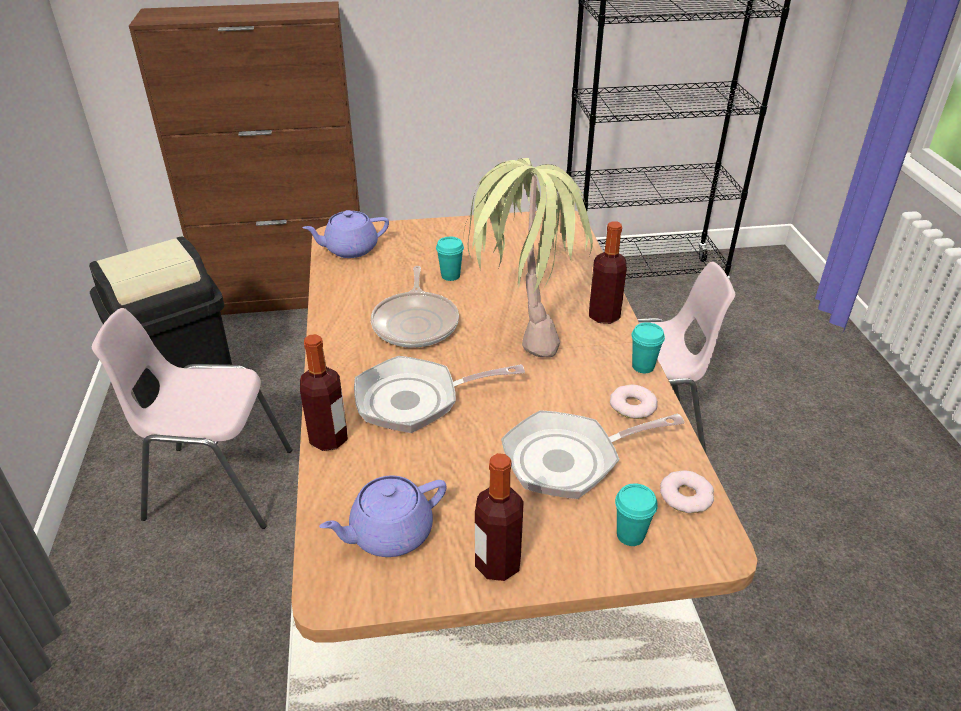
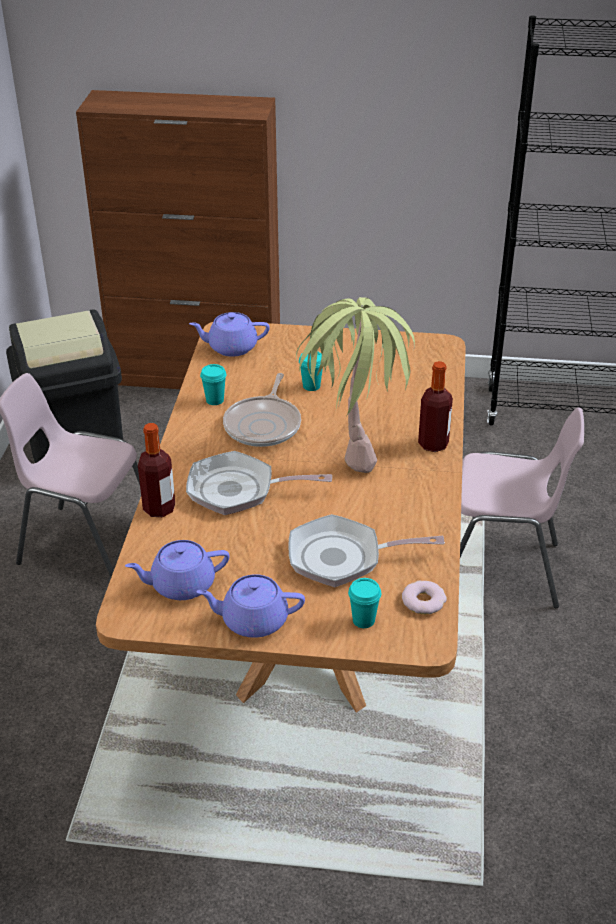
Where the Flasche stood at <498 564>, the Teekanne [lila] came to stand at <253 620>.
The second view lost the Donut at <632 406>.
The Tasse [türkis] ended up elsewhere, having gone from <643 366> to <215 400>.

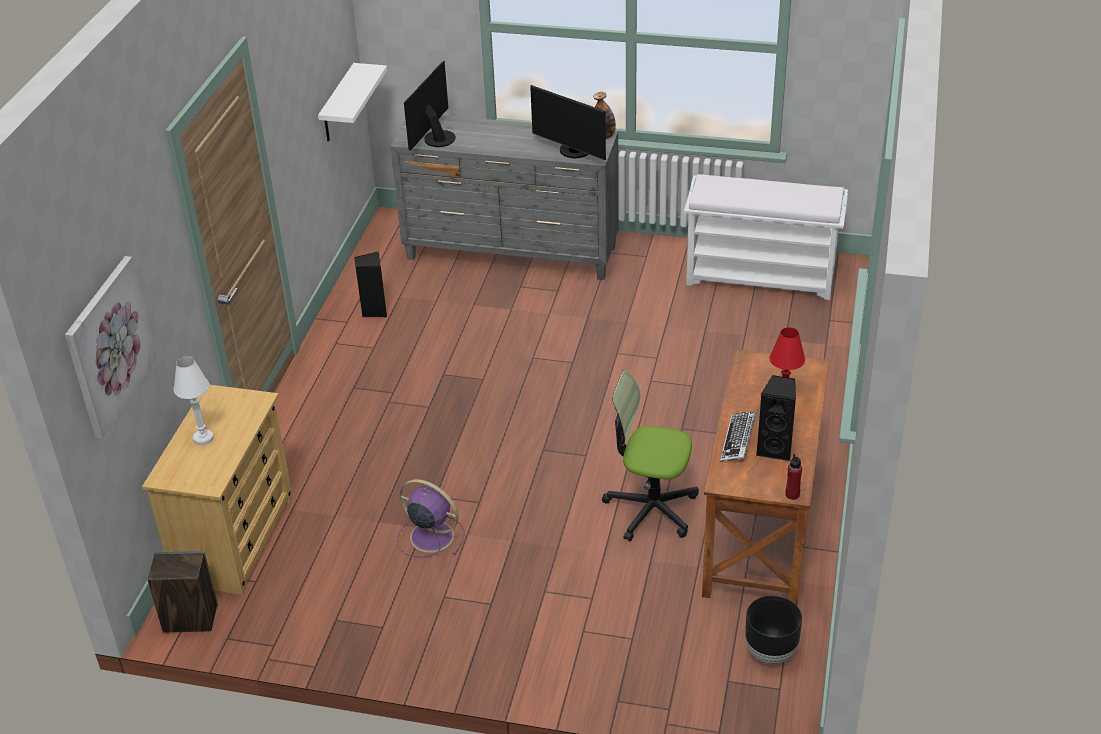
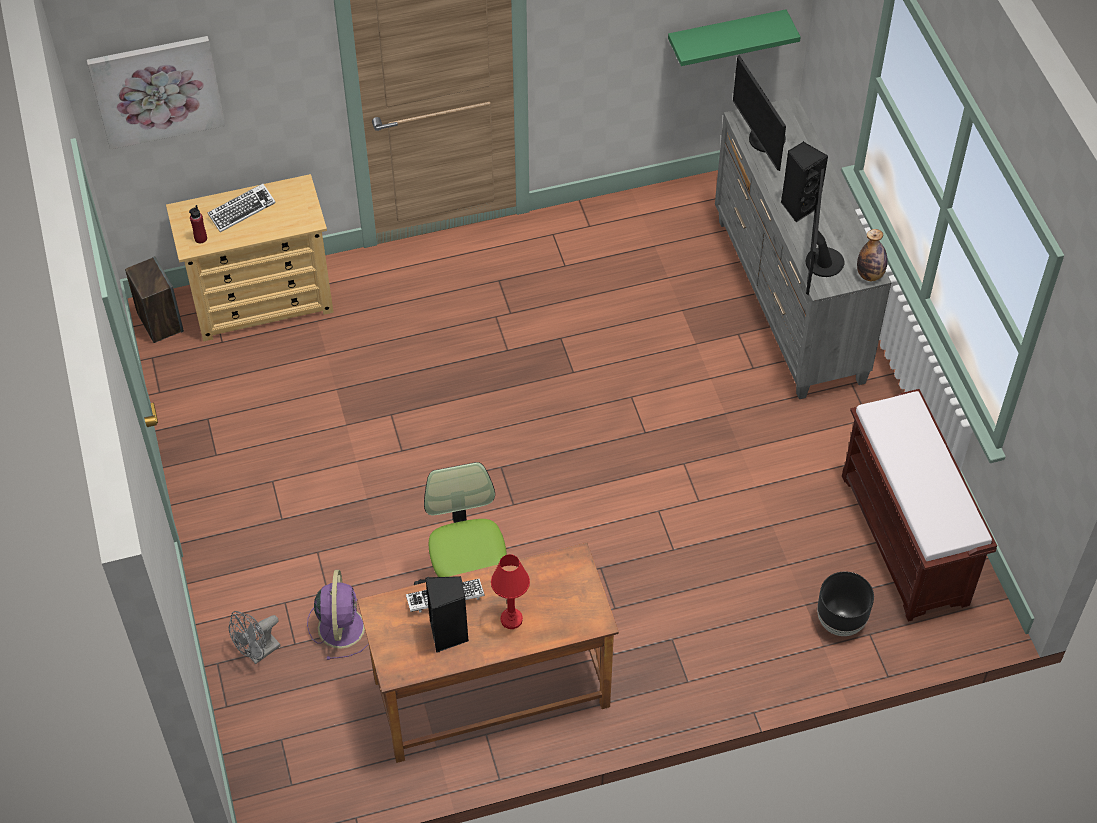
Where the Tischlampe [weiß] stood at <203 438>, the Tastatur came to stand at <242 210>.
What was the Wandregal [weiß] at <338 104> turned into the Wandregal [grün] at <726 37>.
The Lautsprecher [schwarz] ended up elsewhere, having gone from <374 311> to <798 206>.
The Ventilator [lila] ended up elsewhere, having gone from <430 536> to <341 625>.
The Monitor at <436 138> ended up facing another way, 105 degrees counterclockwise from before.
What was the Bank [weiß] at <762 277> turned into the Bank [braun] at <906 540>.
The Pflanzkübel [schwarz] ended up elsewhere, having gone from <771 653> to <840 622>.
The Flasche [rot] ended up elsewhere, having gone from <792 495> to <200 238>.
The second view gained the Ventilator [grau] at <258 653>.

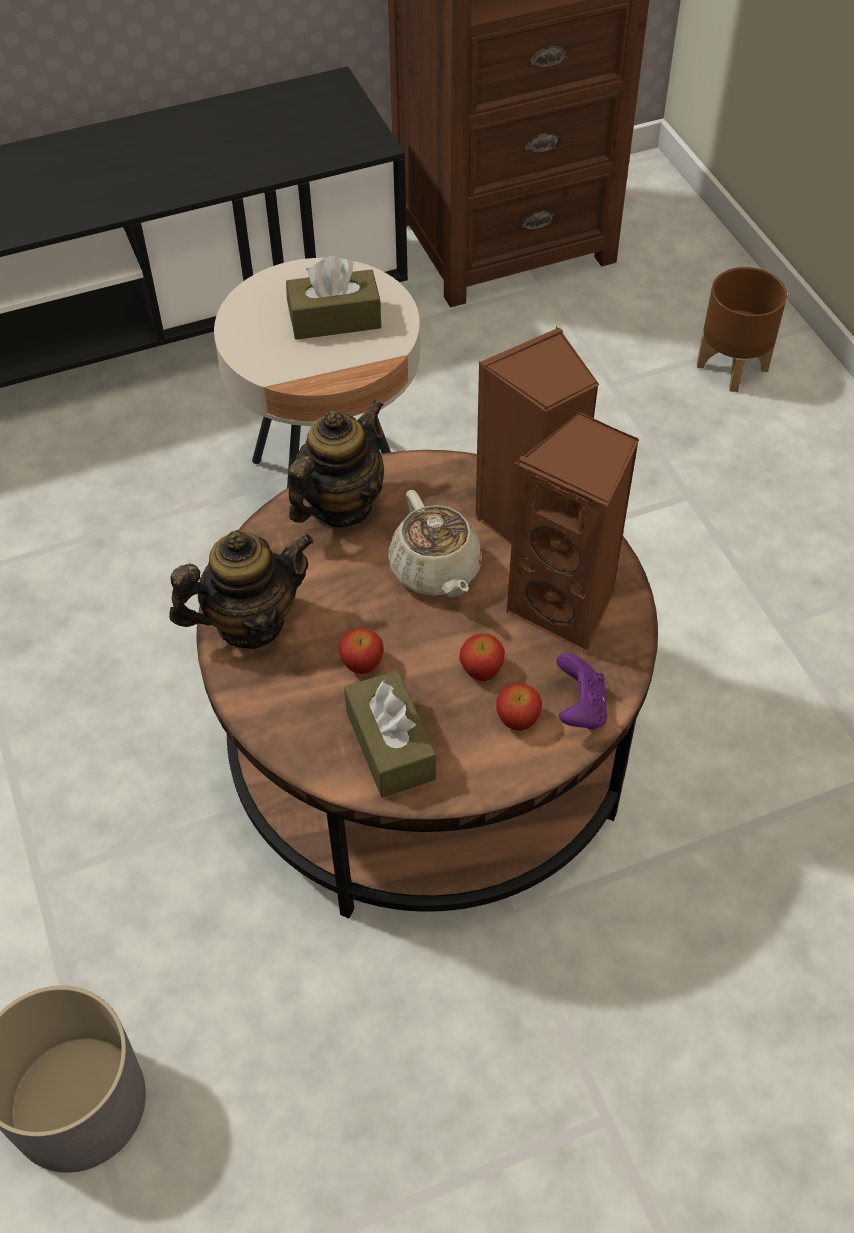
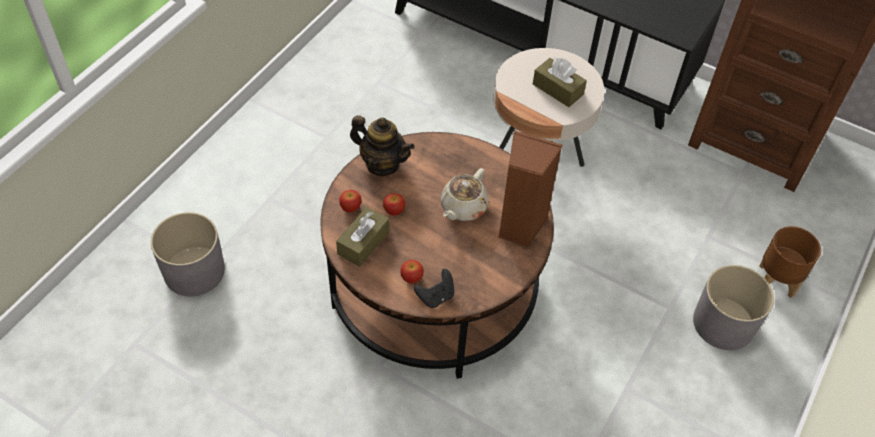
The second view lost the Teekanne at <340 505>.
The Apfel ended up elsewhere, having gone from <481 670> to <350 207>.
The second view lost the Lautsprecher [braun] at <567 607>.
What was the Gamepad [lila] at <580 708> turned into the Gamepad [schwarz] at <436 296>.
The second view gained the Pflanzkübel [grau] at <724 323>.

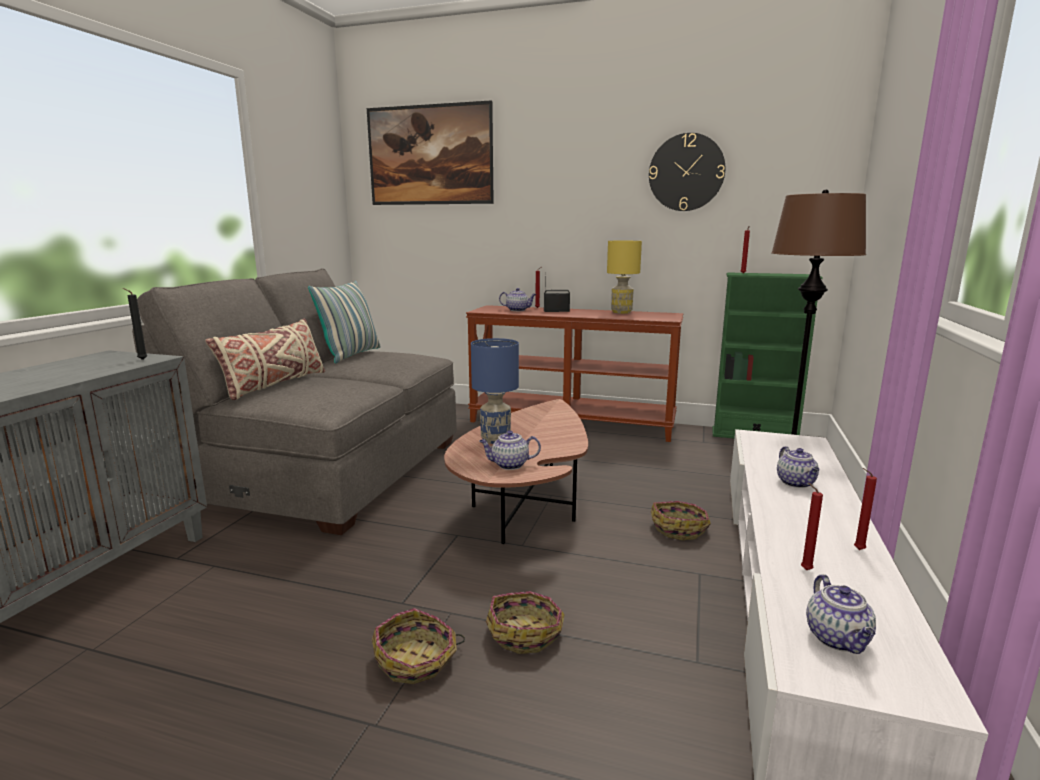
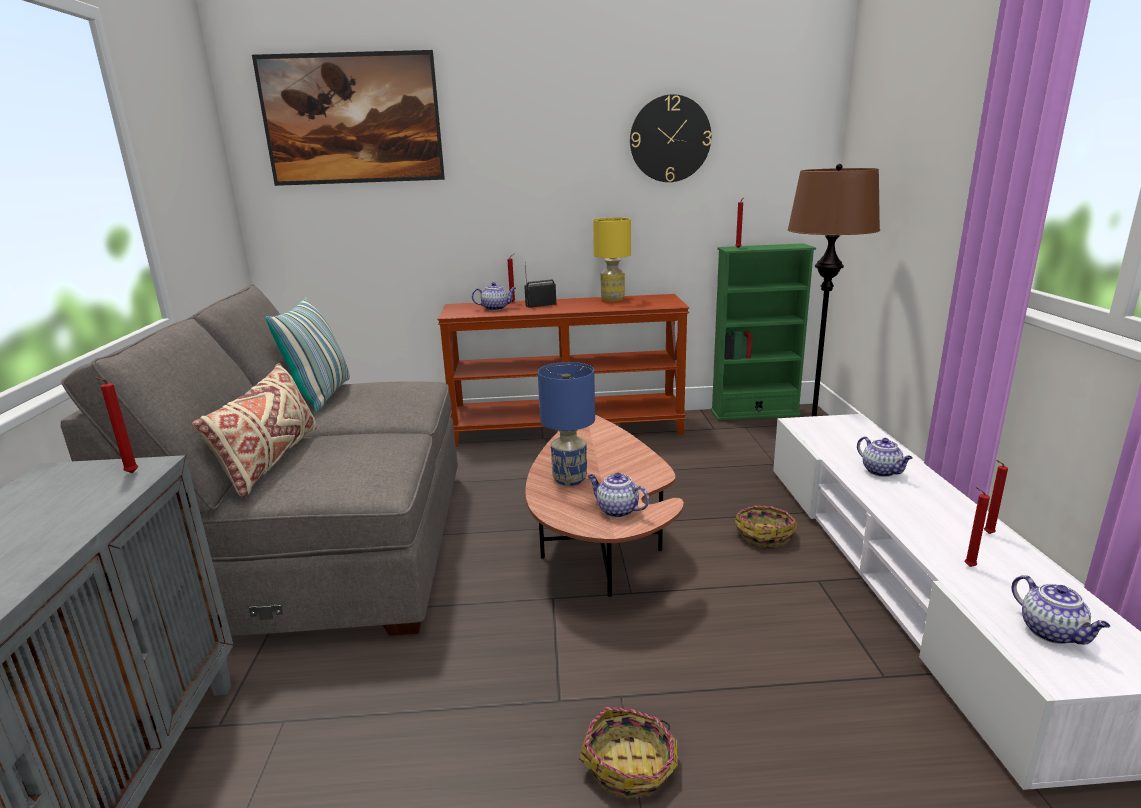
What was the Kerze [schwarz] at <141 360> turned into the Kerze [rot] at <130 474>.
The Teekanne at <509 465> ended up facing another way, 60 degrees clockwise from before.
The second view lost the Korb at <525 632>.

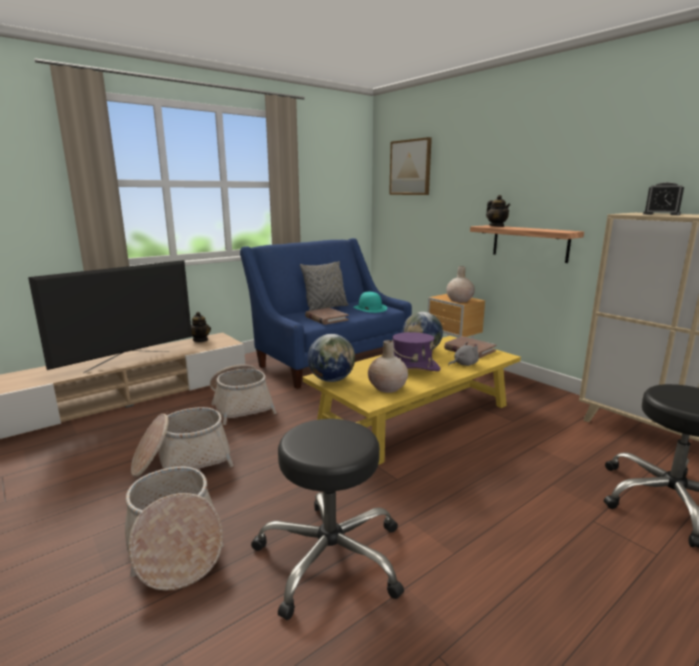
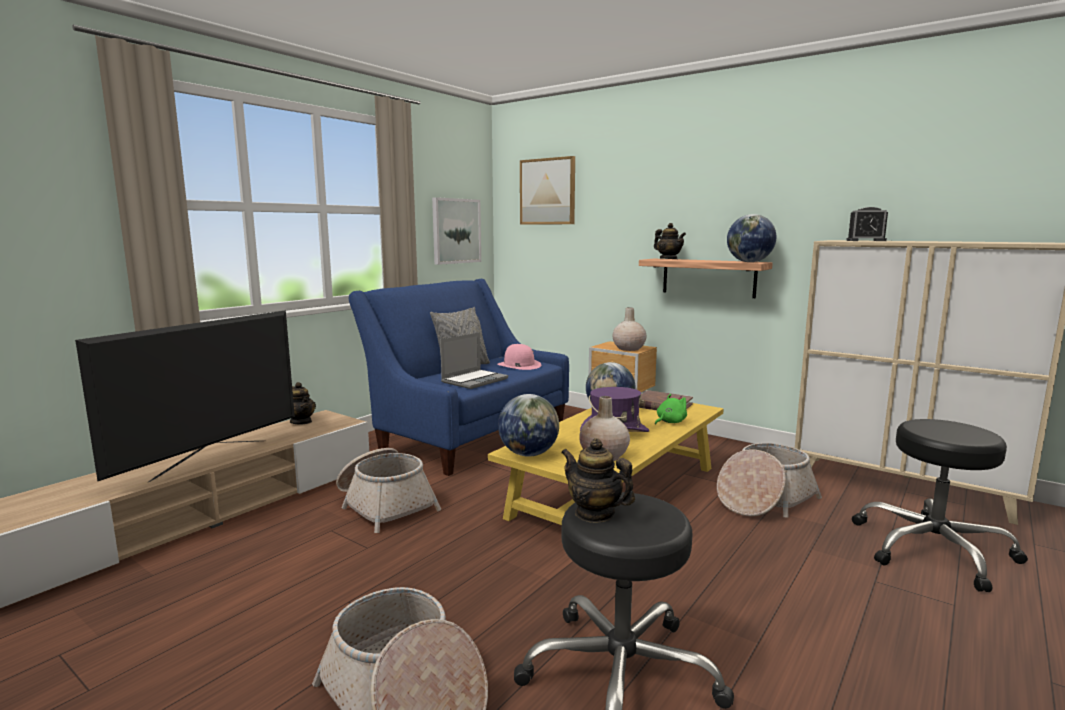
The Korb ended up elsewhere, having gone from <182 460> to <764 500>.
Where the Buch [braun] stood at <326 318>, the Laptop came to stand at <474 380>.
What was the Hut [türkis] at <370 308> turned into the Hut [rosa] at <519 365>.
What was the Plüschtier [grau] at <464 364> turned into the Plüschtier [grün] at <669 422>.
The second view gained the Bild at <456 231>.
The second view gained the Teekanne at <595 514>.
The second view gained the Globus at <749 262>.

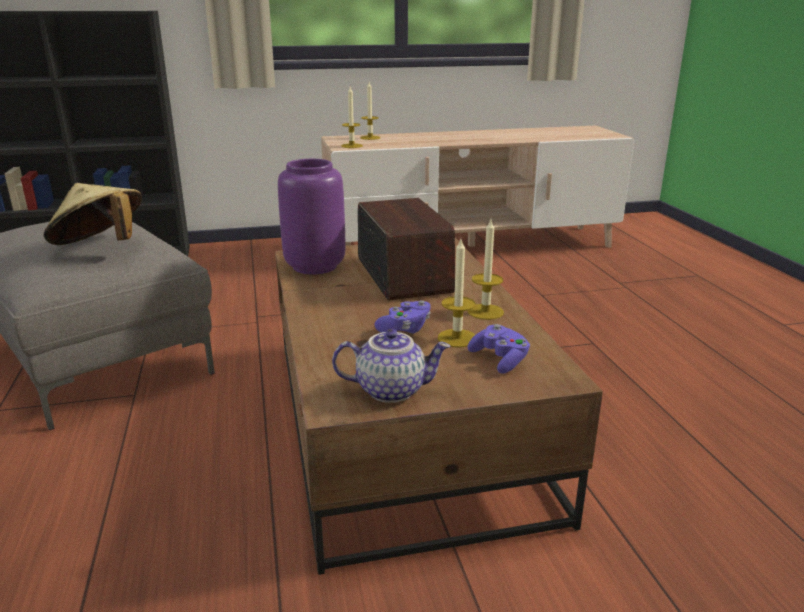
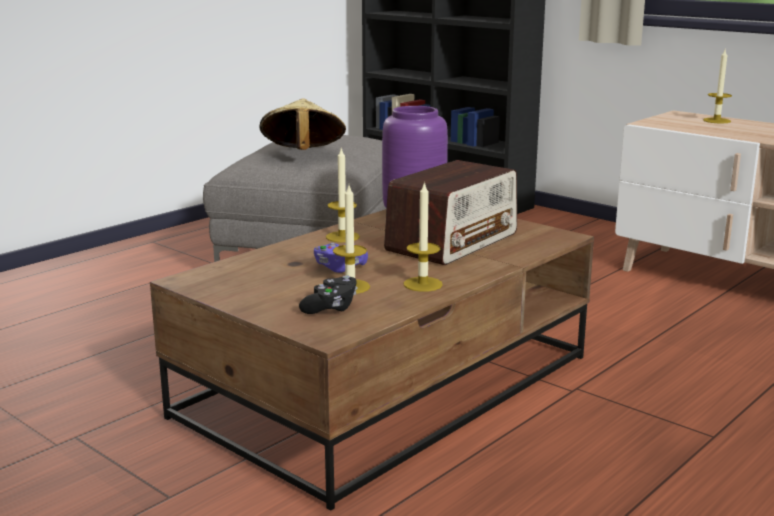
The second view lost the Teekanne at <391 390>.
The Kerze ended up elsewhere, having gone from <351 146> to <342 237>.
What was the Gamepad [lila] at <500 360> turned into the Gamepad [schwarz] at <331 308>.

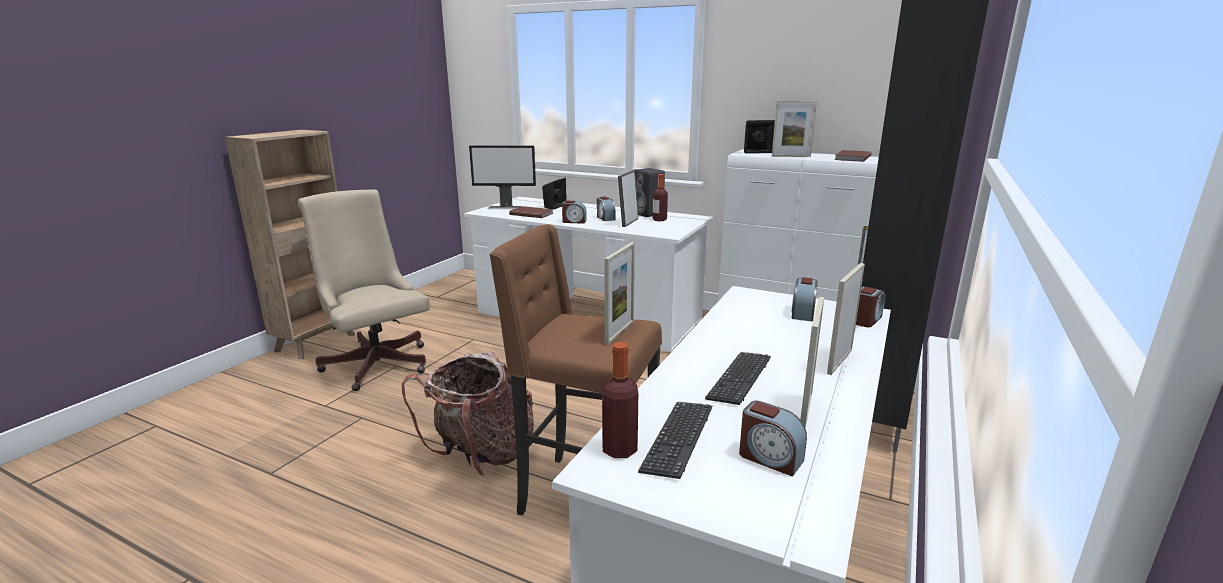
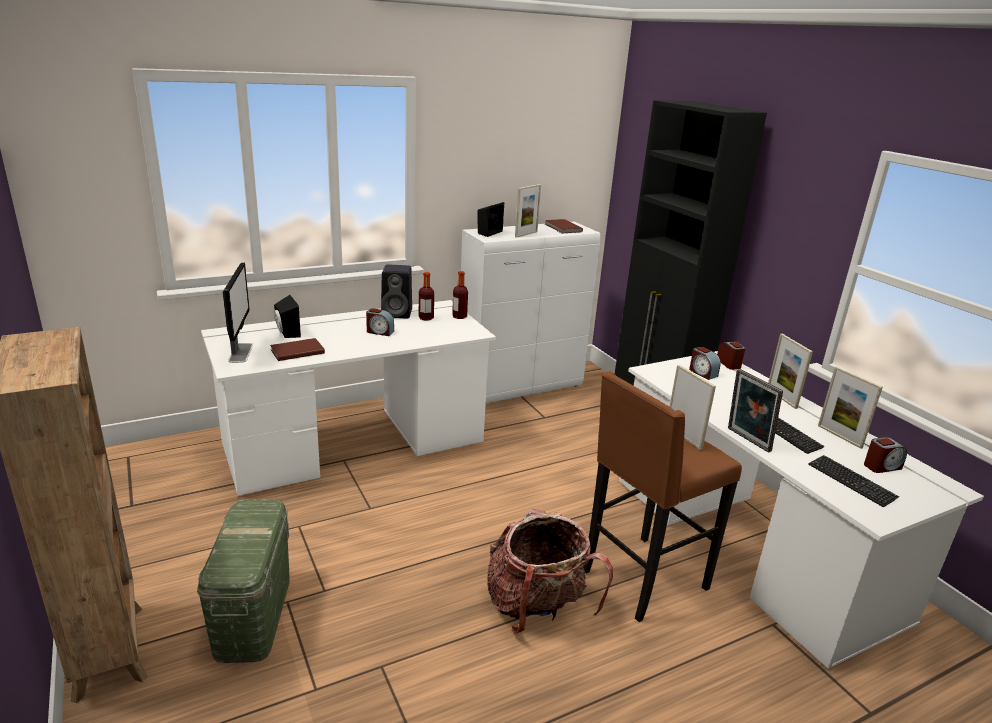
Where the Bürostuhl [beige] stood at <376 361>, the Aufbewahrungsbox [grün] came to stand at <253 614>.
The Monitor at <505 207> ended up facing another way, 45 degrees counterclockwise from before.
The second view lost the Wecker at <574 221>.
The Flasche ended up elsewhere, having gone from <619 449> to <459 316>.
The Bilderrahmen ended up elsewhere, having gone from <628 222> to <746 440>.

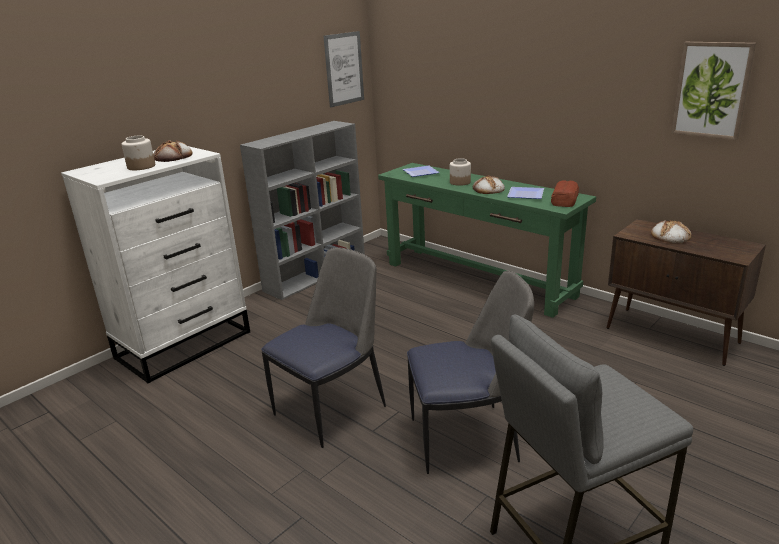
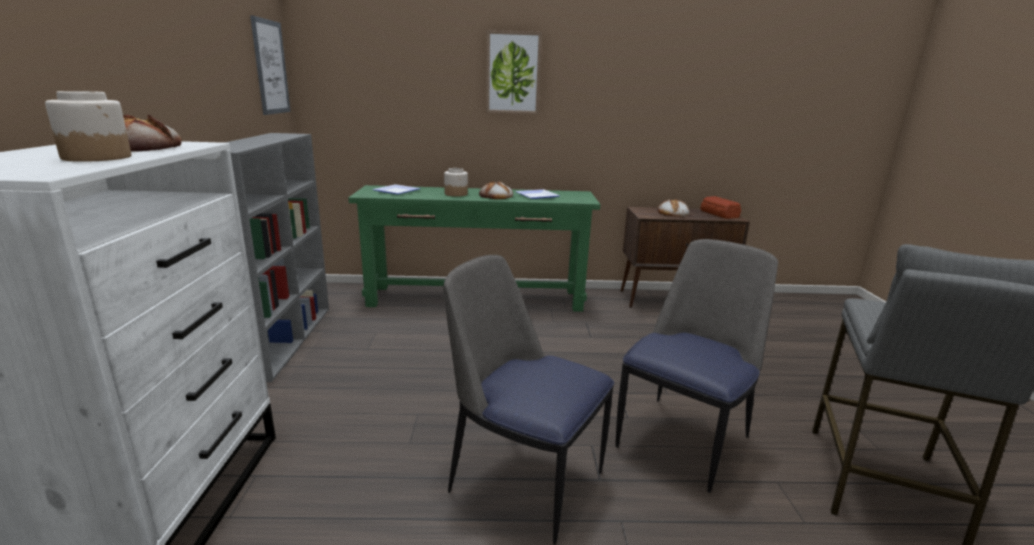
The Stuhl at <332 408> ended up facing another way, 60 degrees counterclockwise from before.
The Brot ended up elsewhere, having gone from <565 200> to <719 213>.
The Bild ended up elsewhere, having gone from <712 90> to <513 73>.

